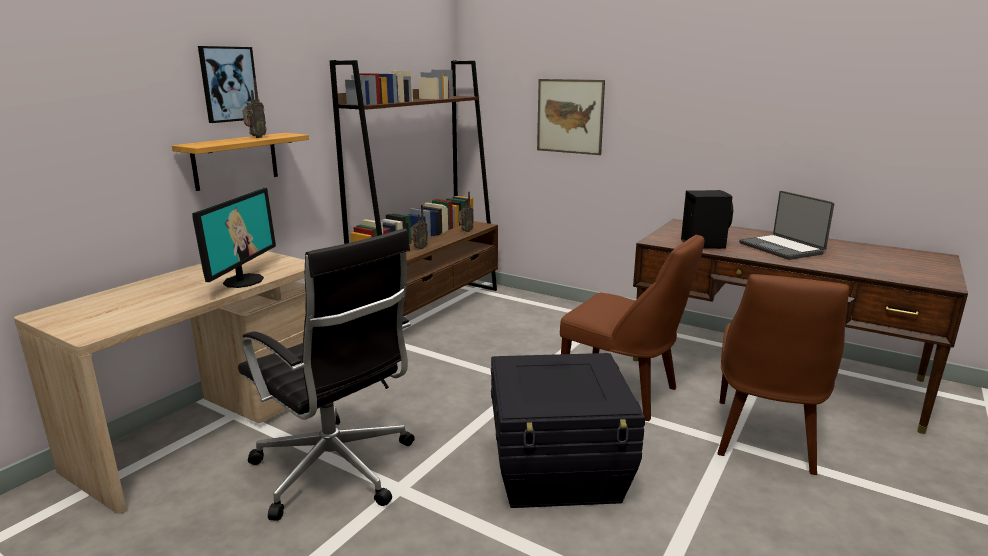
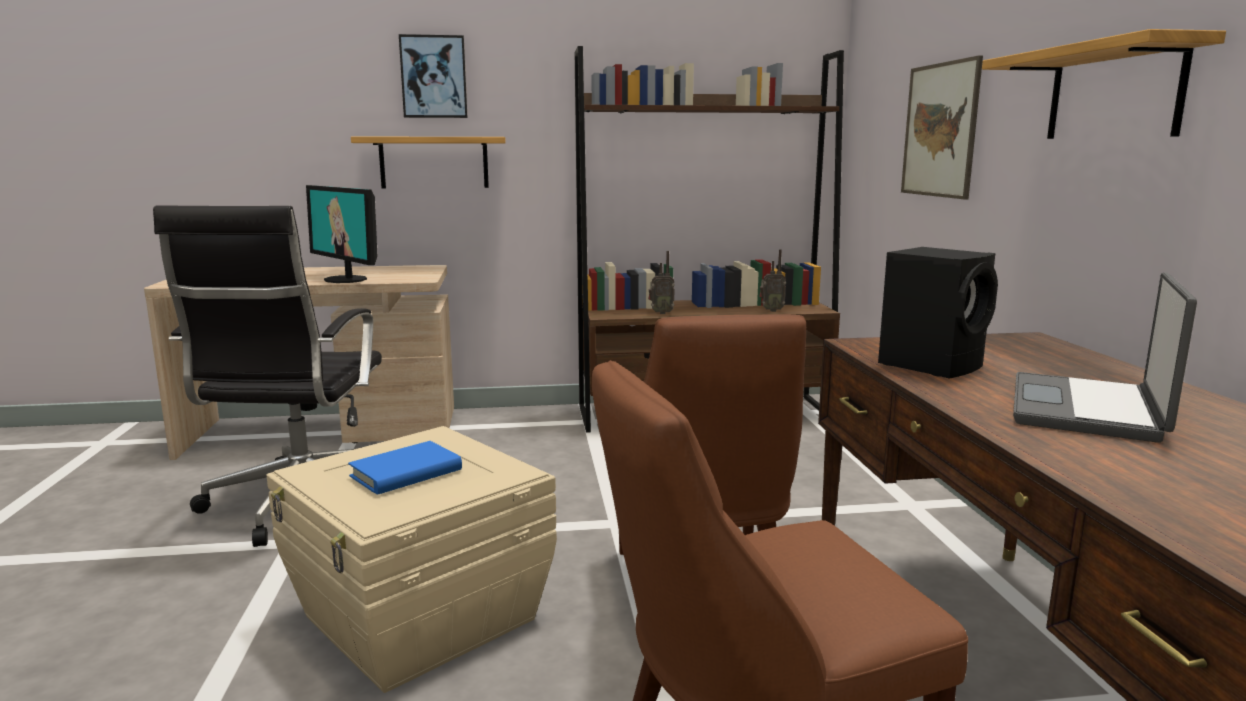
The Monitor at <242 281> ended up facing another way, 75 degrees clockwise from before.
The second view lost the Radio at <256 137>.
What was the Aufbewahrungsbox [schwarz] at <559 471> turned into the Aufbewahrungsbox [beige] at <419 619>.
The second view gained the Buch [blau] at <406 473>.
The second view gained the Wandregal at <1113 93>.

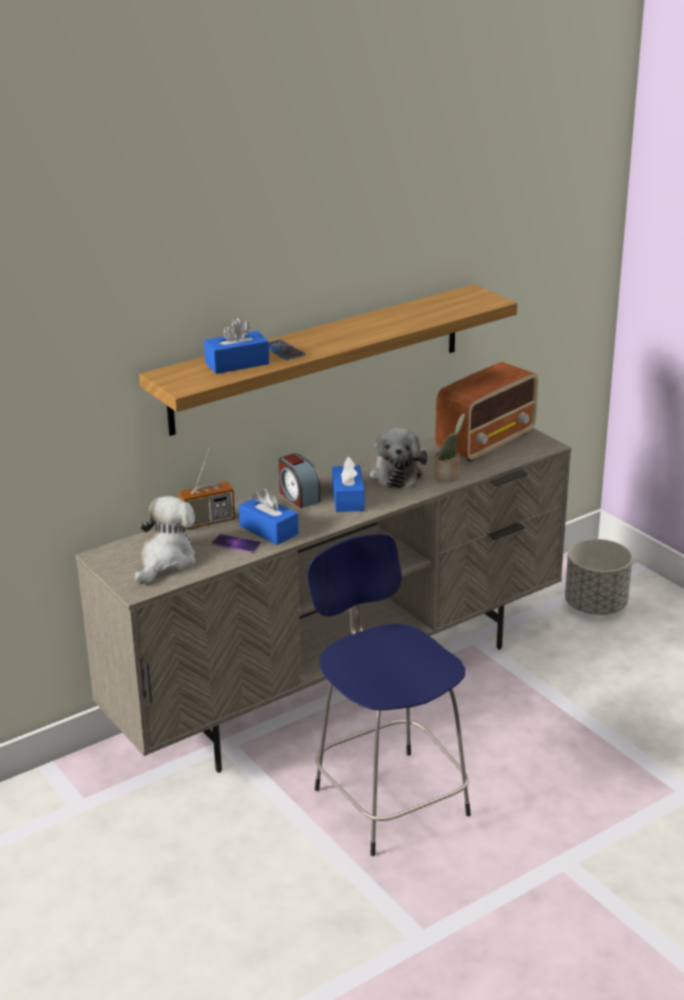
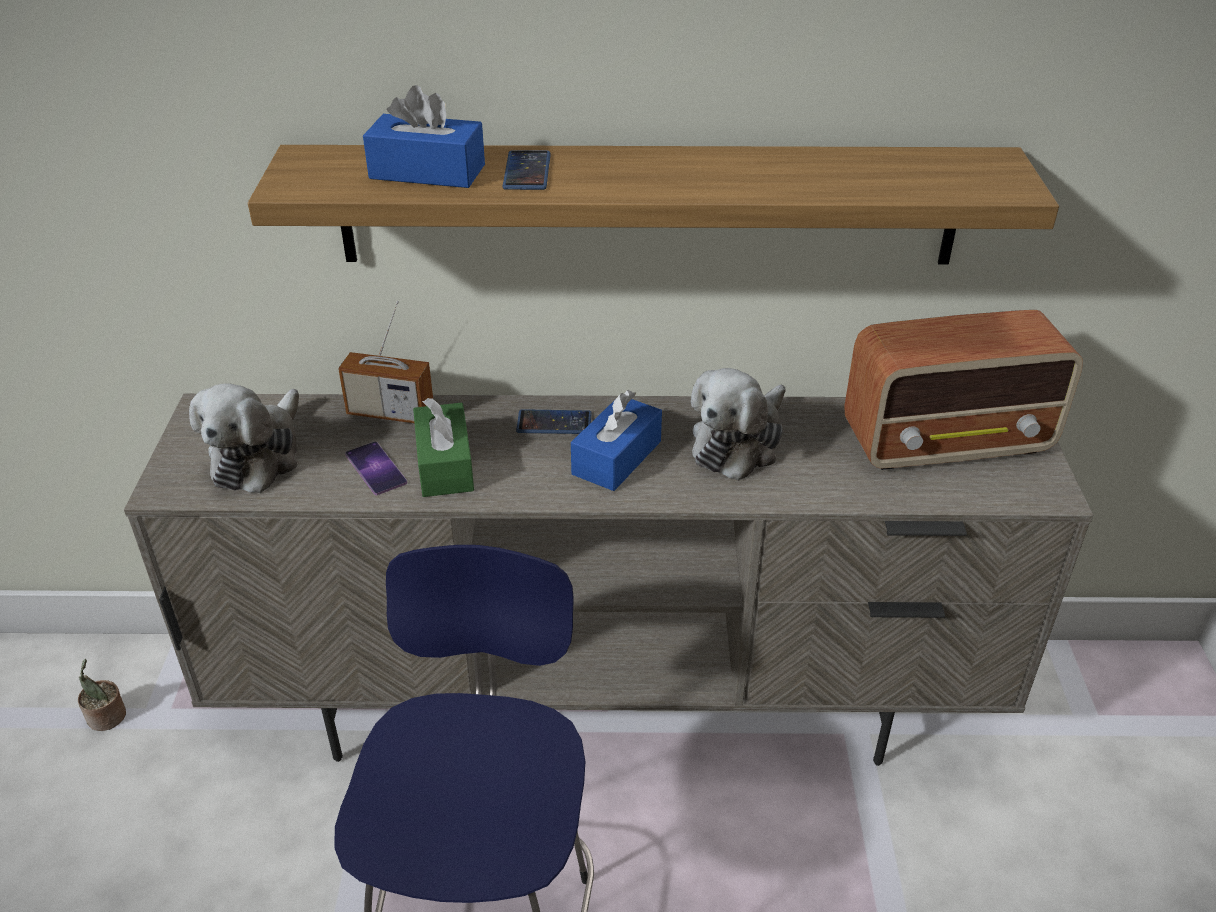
The Plüschtier at <165 561> ended up facing another way, 135 degrees clockwise from before.
What was the Taschentuchbox [blau] at <268 530> turned into the Taschentuchbox [grün] at <445 464>.
Where the Wecker stood at <298 496>, the Handy came to stand at <554 423>.
The Topfpflanze ended up elsewhere, having gone from <448 476> to <107 718>.
The second view lost the Pflanzkübel [grau] at <596 605>.

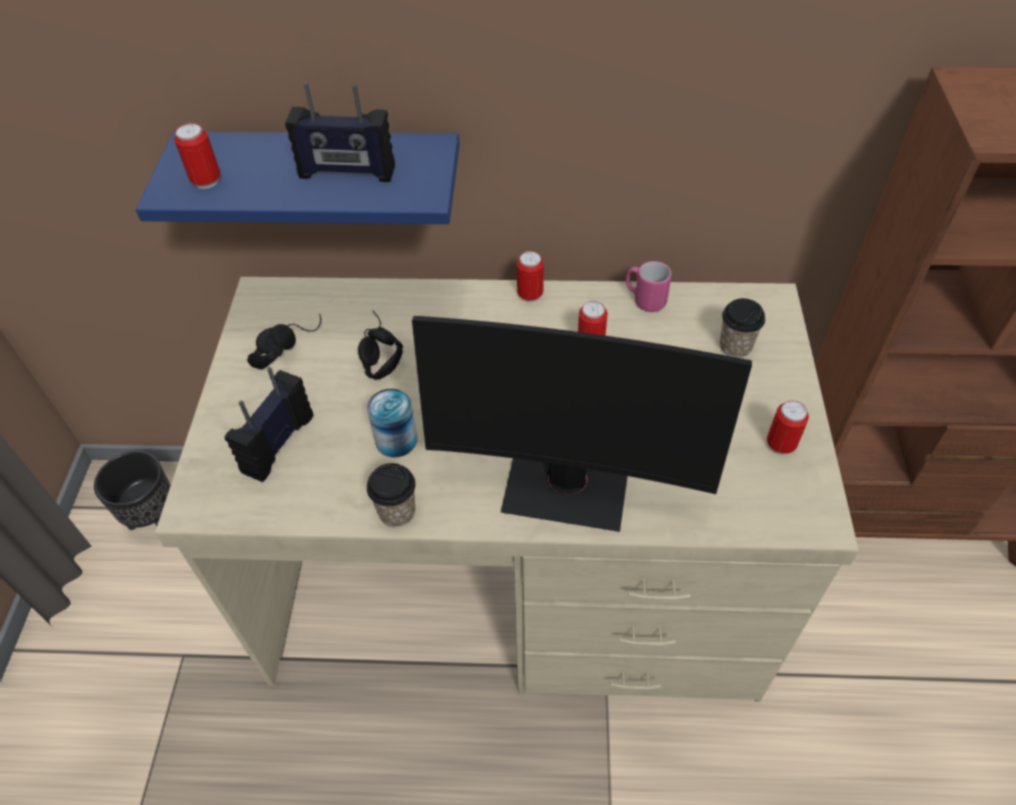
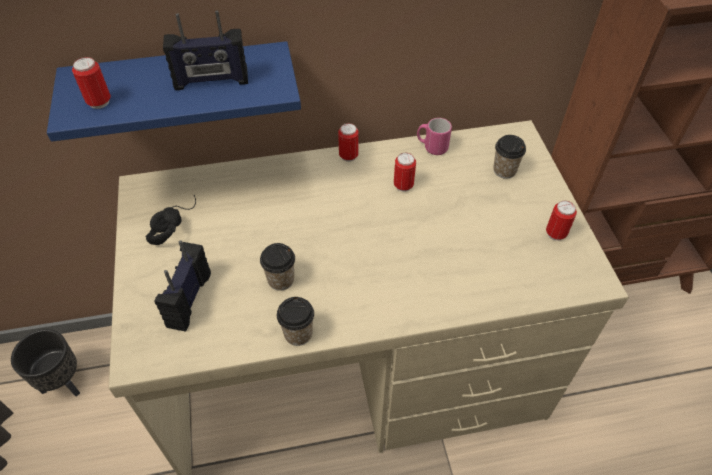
The second view lost the Kopfhörer [schwarz] at <375 352>.
Where the Dose stood at <396 440>, the Tasse came to stand at <281 280>.
The second view lost the Monitor at <567 484>.

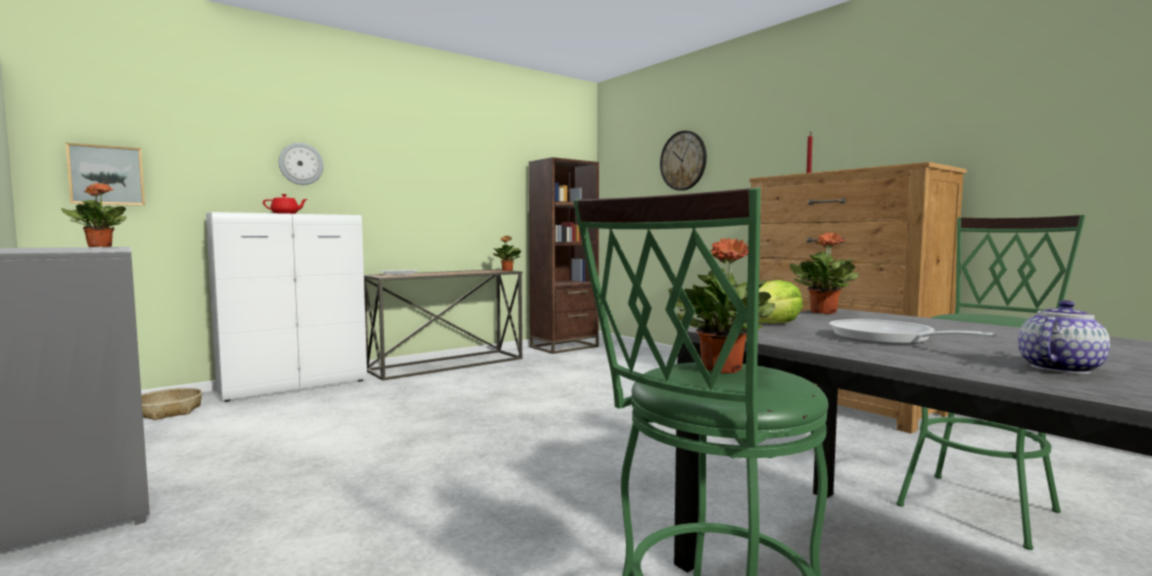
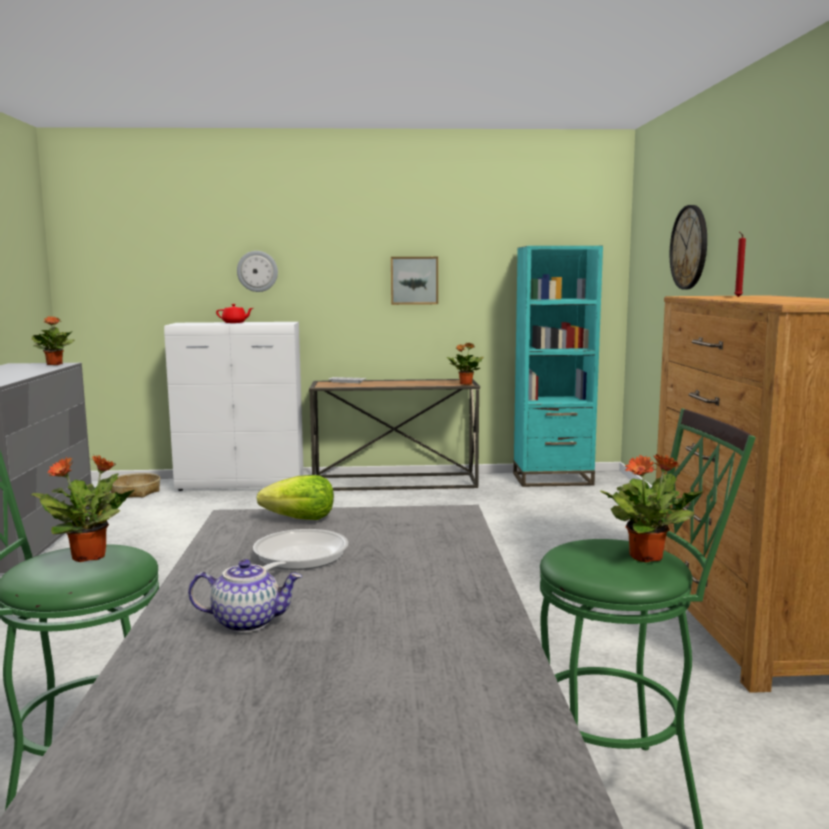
The Bild ended up elsewhere, having gone from <106 175> to <414 280>.
What was the Bücherregal [braun] at <564 347> turned into the Bücherregal [türkis] at <552 479>.
The Topfpflanze ended up elsewhere, having gone from <823 312> to <647 557>.

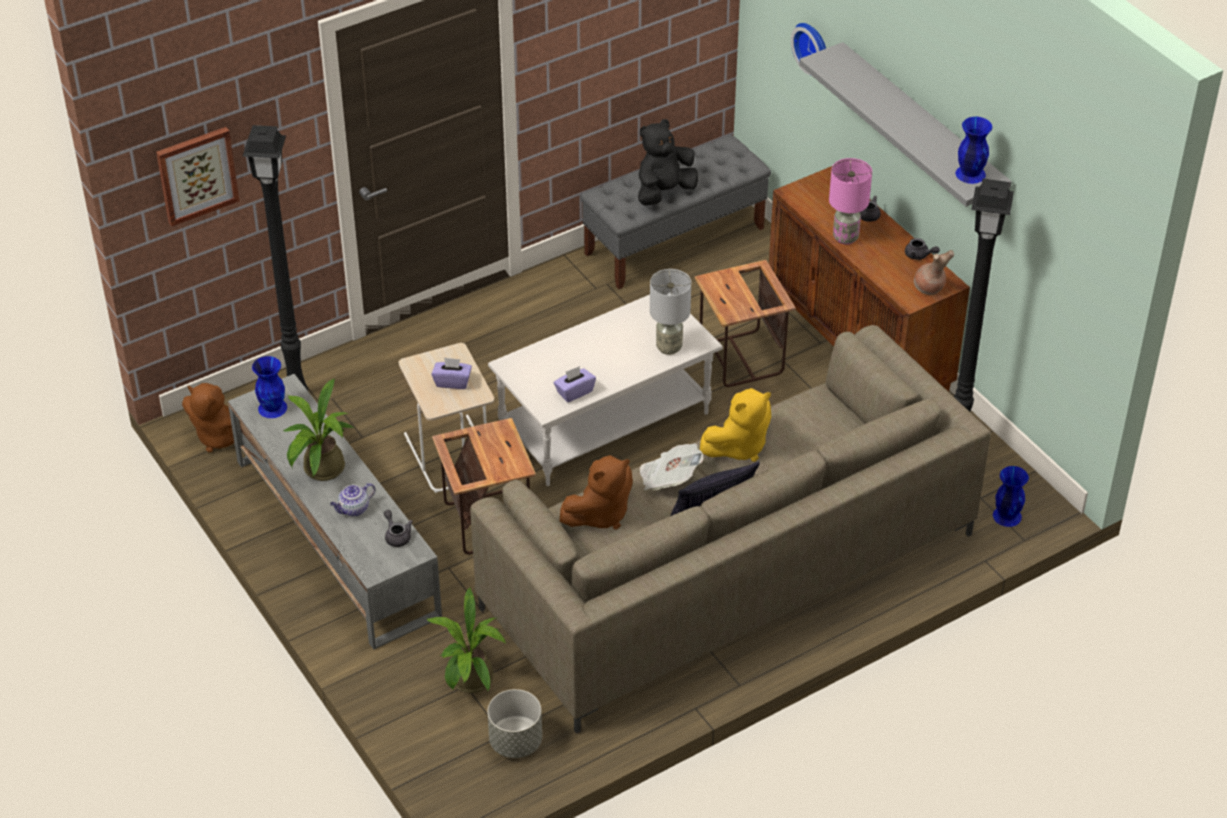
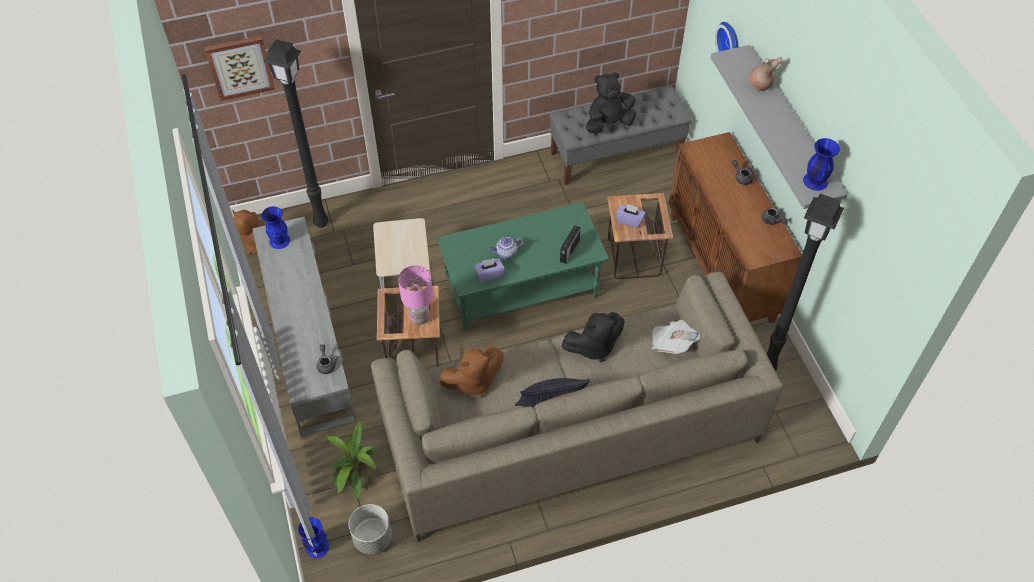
The second view lost the Topfpflanze at <320 471>.
The Teekanne ended up elsewhere, having gone from <353 509> to <506 253>.
The Taschentuchbox [lila] ended up elsewhere, having gone from <452 382> to <629 220>.
What was the Couchtisch [weiß] at <605 424> turned into the Couchtisch [grün] at <521 290>.
The Zeitung ended up elsewhere, having gone from <669 479> to <672 342>.
Where the Tischlampe [grau] stood at <668 347>, the Radio came to stand at <569 251>.
What was the Plüschtier [gelb] at <738 447> turned into the Plüschtier [schwarz] at <593 346>.
The Tischlampe [rosa] ended up elsewhere, having gone from <845 237> to <419 317>.
The Vase [braun] ended up elsewhere, having gone from <929 289> to <760 86>.
The Vase [blau] ended up elsewhere, having gone from <1006 516> to <317 546>.

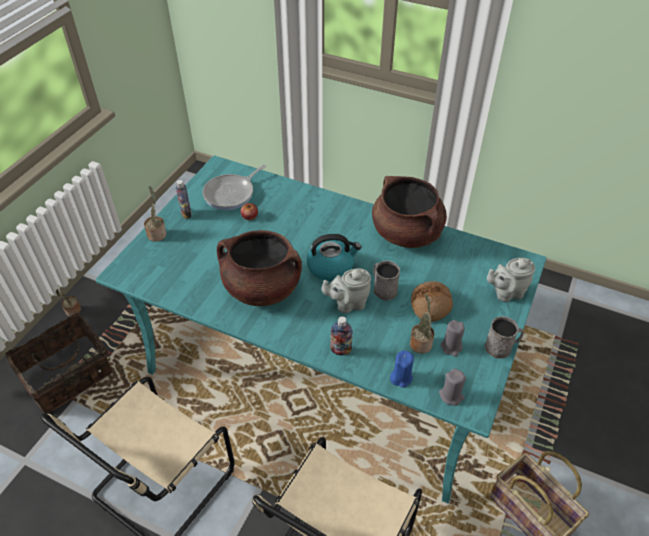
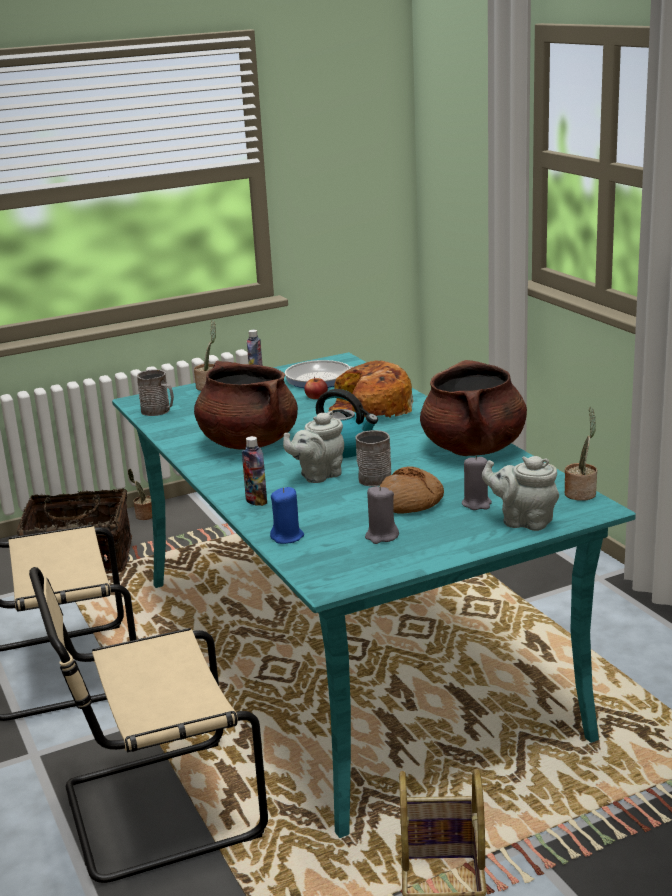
The Teekanne [grau] at <348 303> ended up facing another way, 60 degrees counterclockwise from before.
The Topfpflanze ended up elsewhere, having gone from <420 343> to <581 493>.
The Kerze [grau] ended up elsewhere, having gone from <451 395> to <476 504>.
The Henkelbecher [grau] ended up elsewhere, having gone from <501 347> to <159 411>.
The second view gained the Brot at <369 409>.

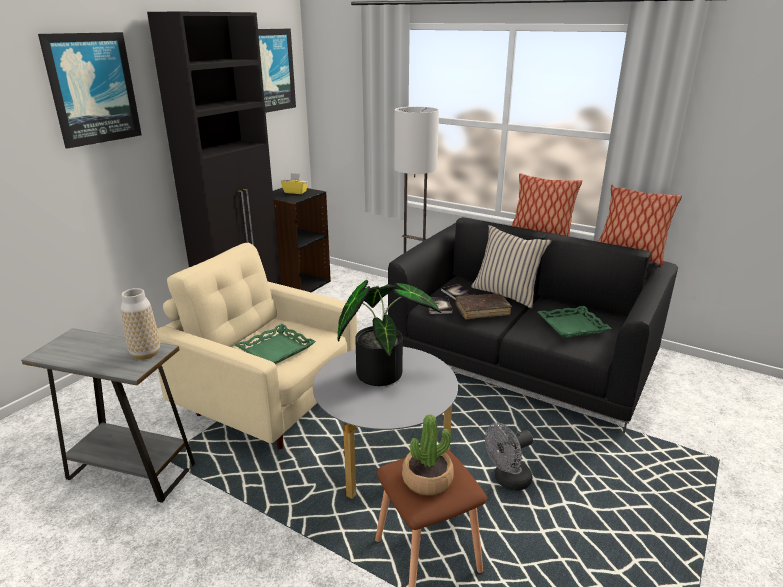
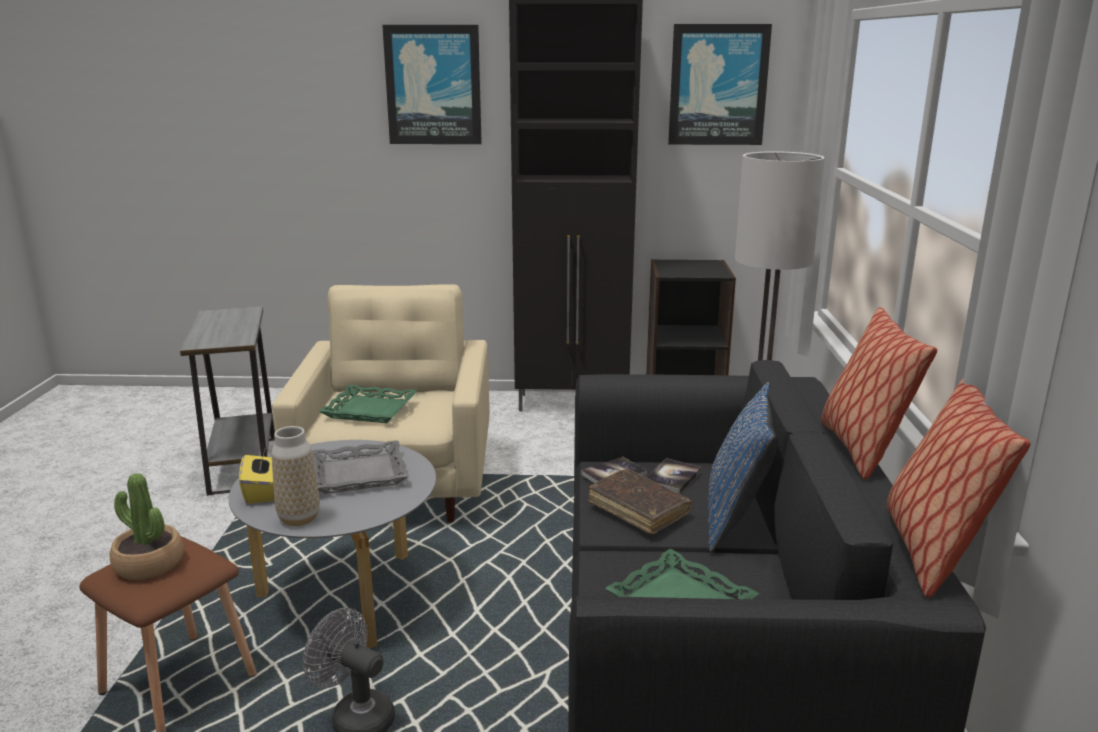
The Vase ended up elsewhere, having gone from <145 354> to <299 518>.
The Taschentuchbox [gelb] ended up elsewhere, having gone from <295 192> to <263 492>.
Where the Topfpflanze stood at <382 371>, the Tablett [grau] came to stand at <359 473>.
What was the Kissen [beige] at <506 294> turned into the Kissen [blau] at <736 518>.

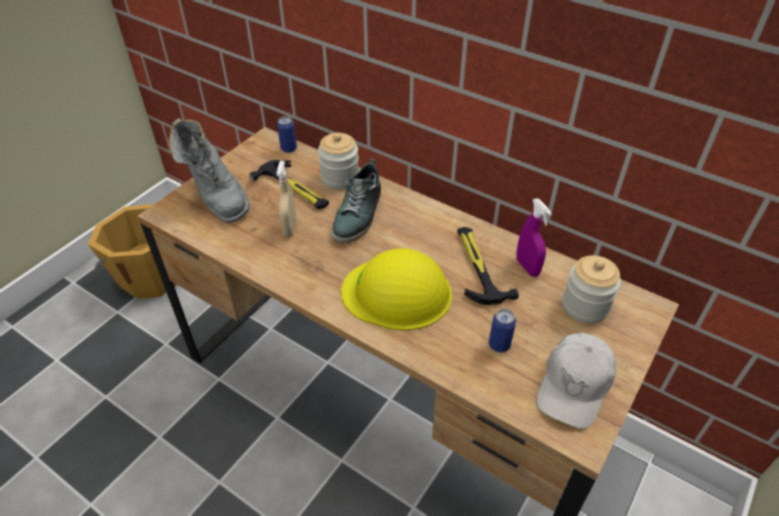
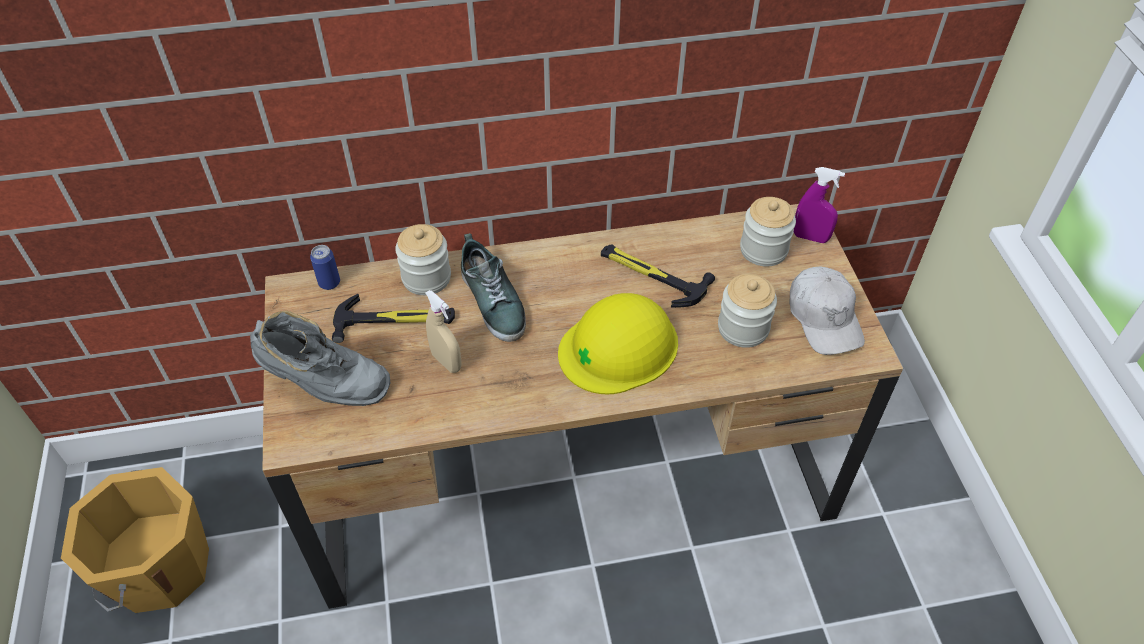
Where the Dose stood at <499 345>, the Vorratsglas came to stand at <743 328>.
The Sprühflasche [lila] ended up elsewhere, having gone from <527 267> to <810 237>.

